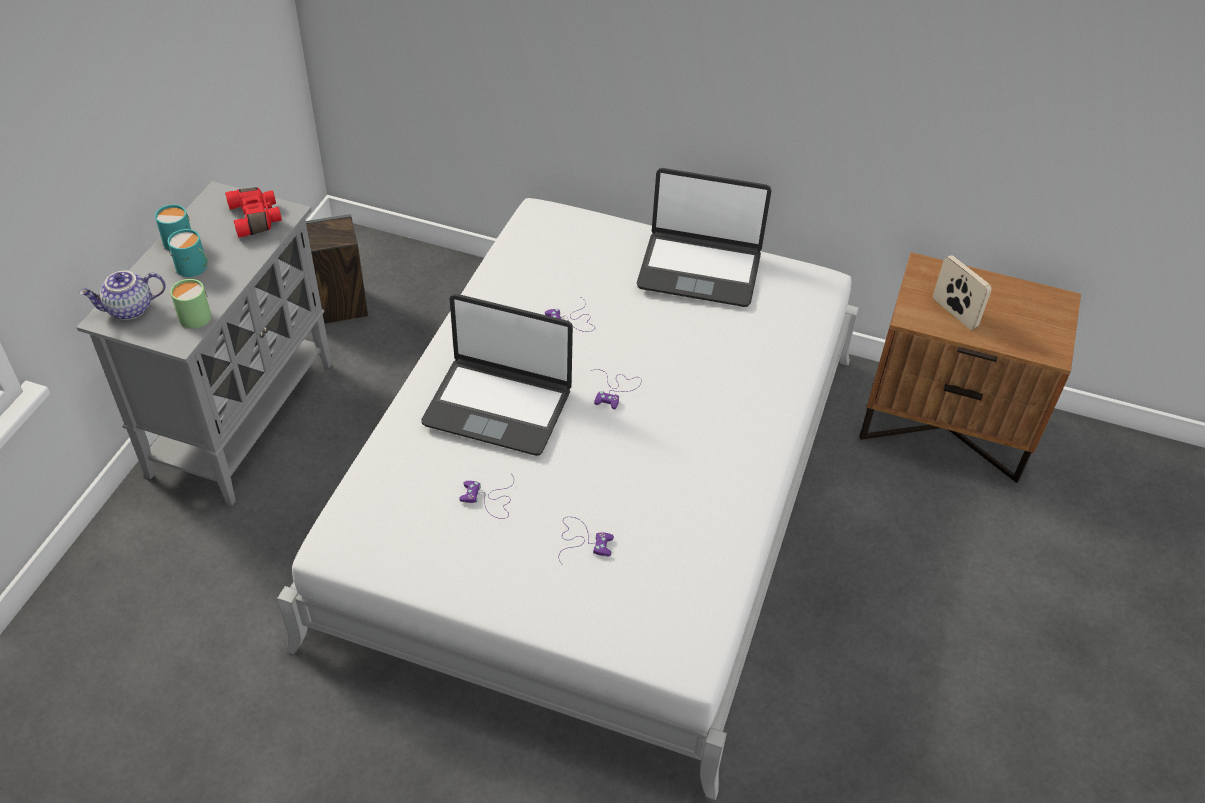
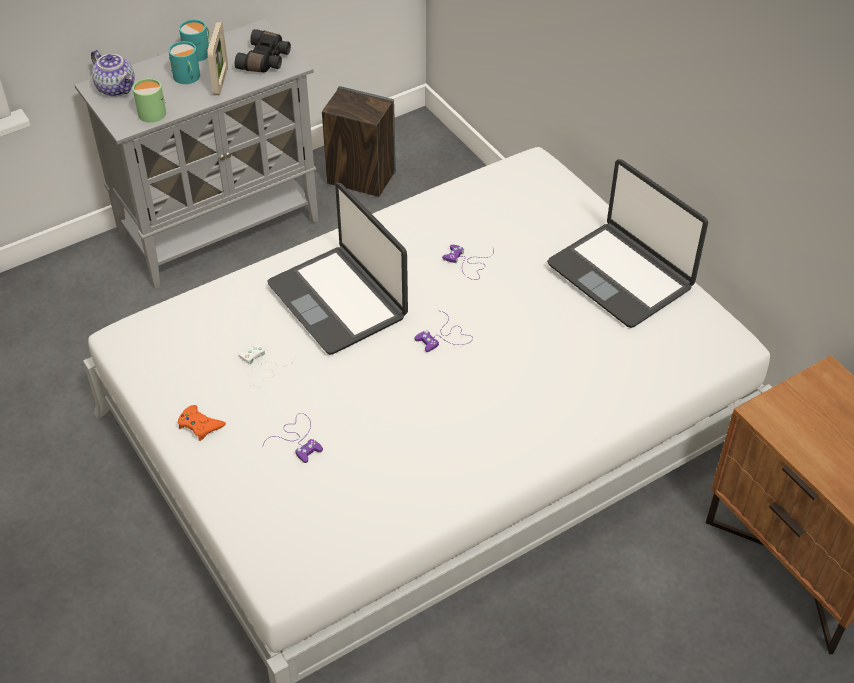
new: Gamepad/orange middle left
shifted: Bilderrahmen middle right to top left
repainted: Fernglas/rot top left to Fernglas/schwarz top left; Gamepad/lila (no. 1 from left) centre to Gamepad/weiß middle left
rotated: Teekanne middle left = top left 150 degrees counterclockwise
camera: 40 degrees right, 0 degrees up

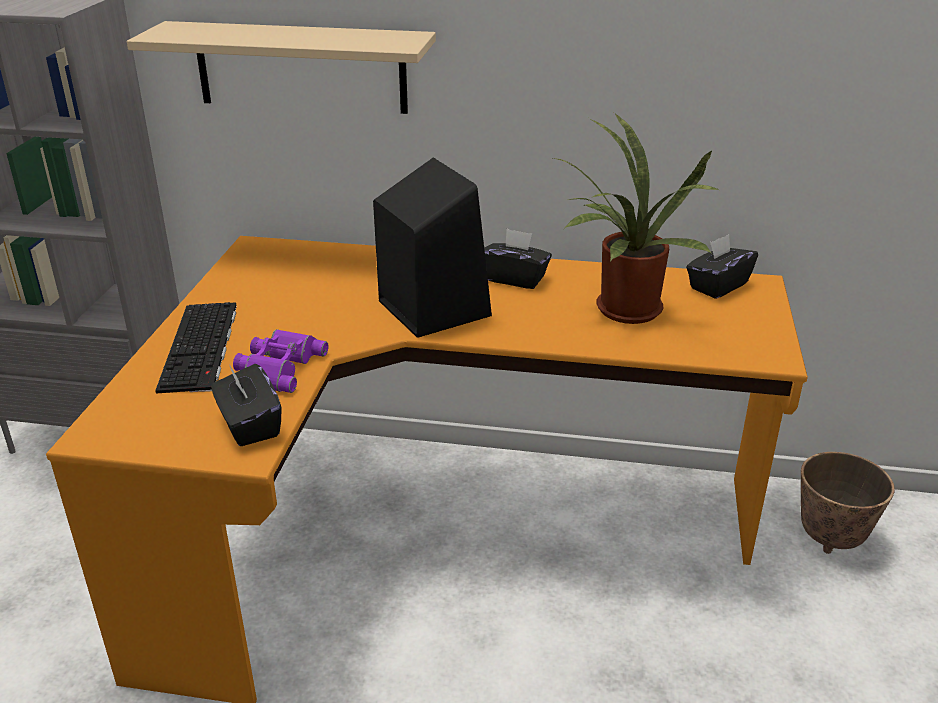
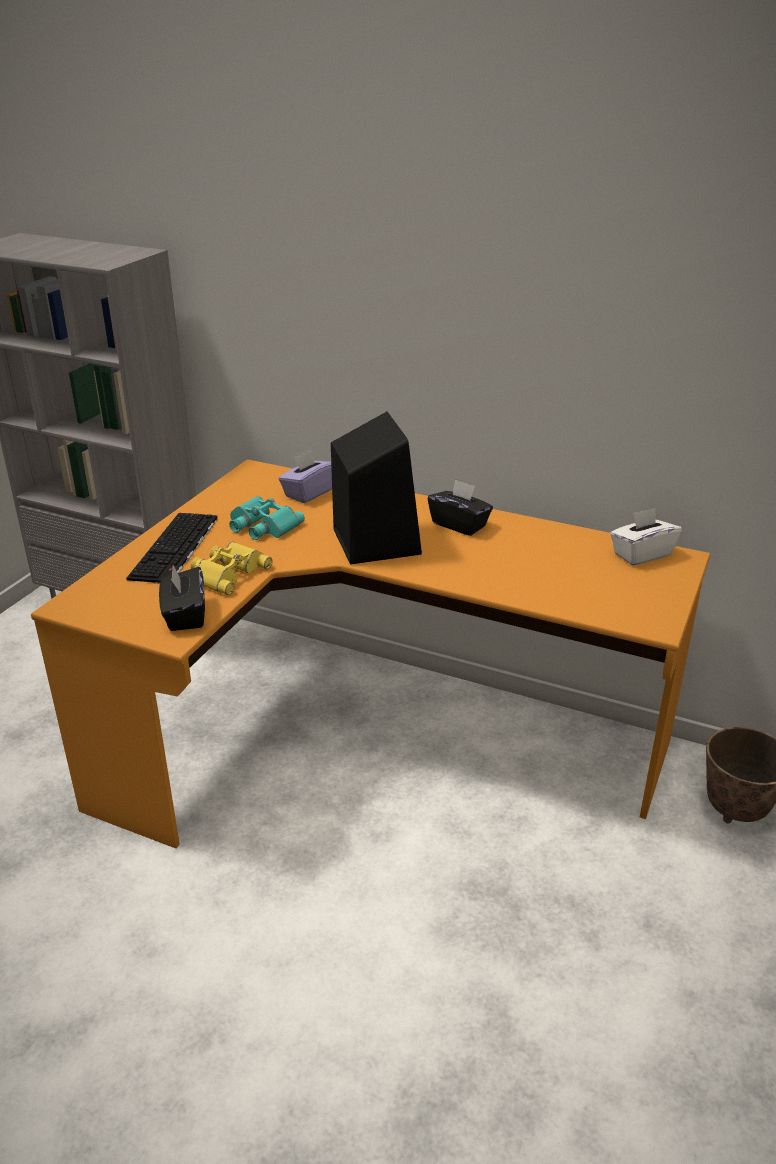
gone: Wandregal/beige top left; Topfpflanze top right
new: Fernglas/türkis centre; Taschentuchbox/lila centre
repainted: Fernglas/lila middle left to Fernglas/gelb middle left; Taschentuchbox/schwarz (no. 3 from left) middle right to Taschentuchbox/weiß middle right
camera: 15 degrees right, 0 degrees up

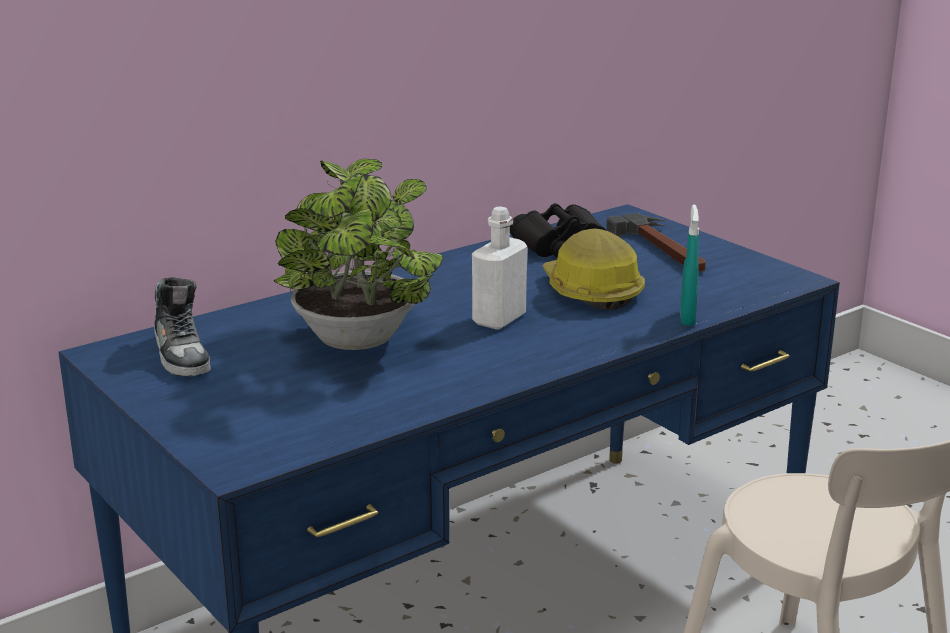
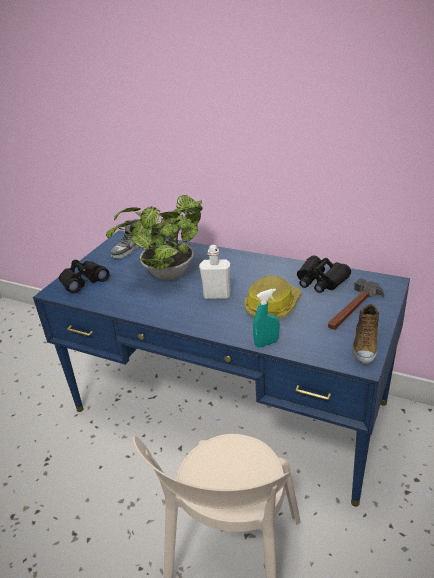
new: Fernglas/schwarz (no. 1 from left) middle left; Schuh (no. 2 from left) middle right
camera: 65 degrees right, 10 degrees up

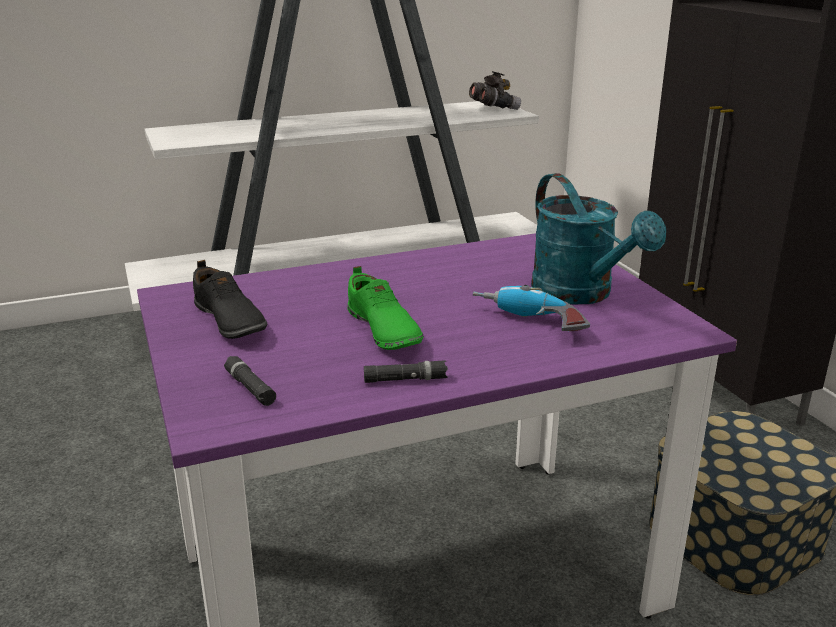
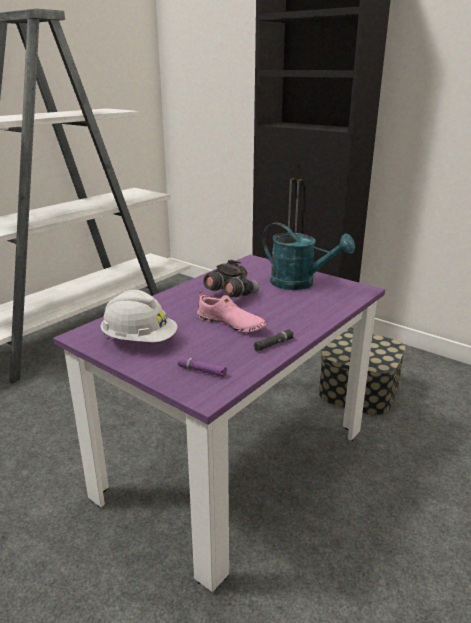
gone: Bohrmaschine centre
shifted: Fernglas/grau top centre to centre
swapped: Schuh/schwarz middle left to Schutzhelm/weiß middle left
repainted: Taschenlampe/schwarz (no. 1 from left) middle left to Taschenlampe/lila centre; Schuh/grün centre to Schuh/rosa centre
camera: 30 degrees left, 0 degrees up

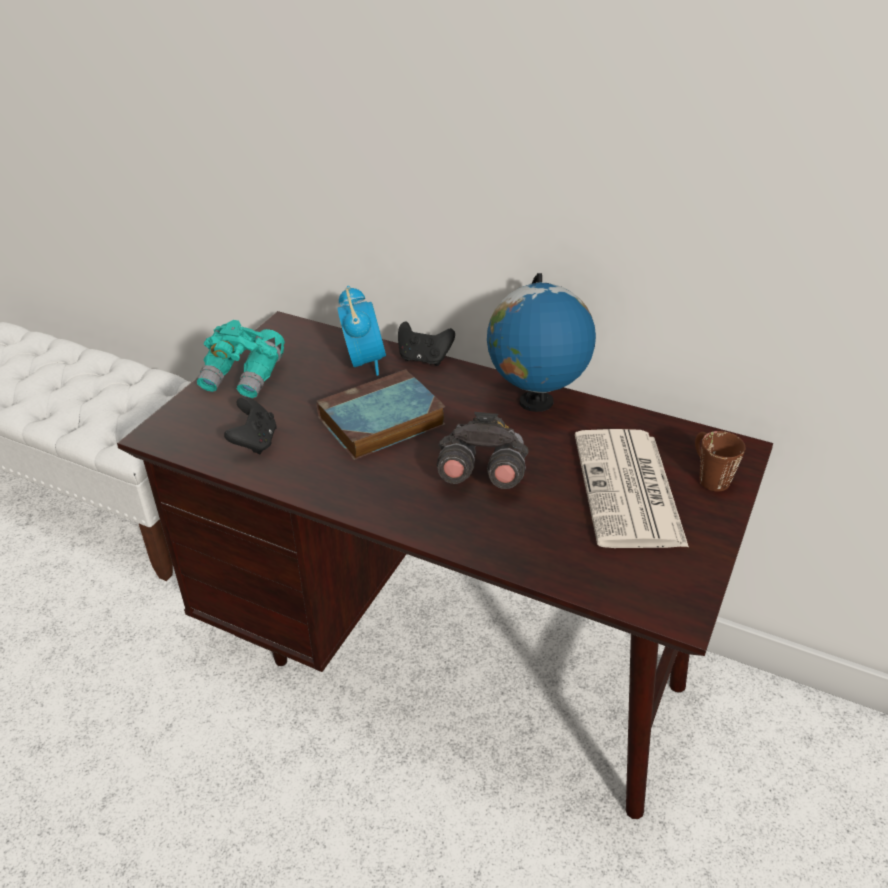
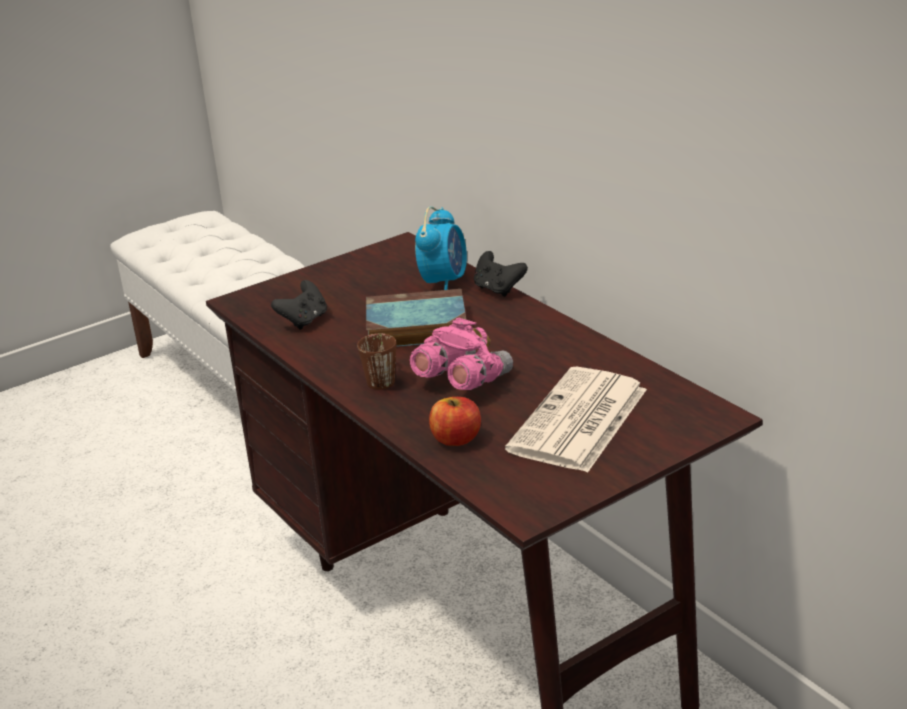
gone: Fernglas/türkis middle left; Globus centre
new: Apfel centre
shifted: Henkelbecher/braun middle right to centre
repainted: Fernglas/grau centre to Fernglas/rosa centre
camera: 30 degrees right, 10 degrees down

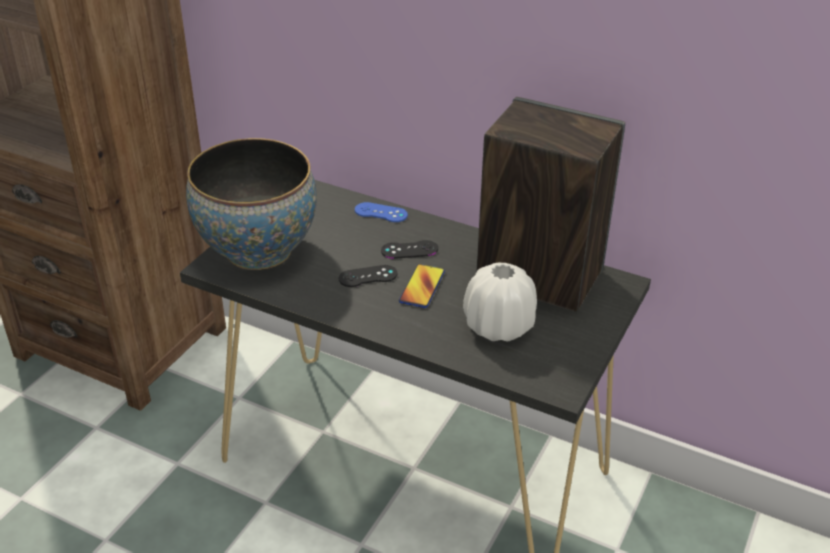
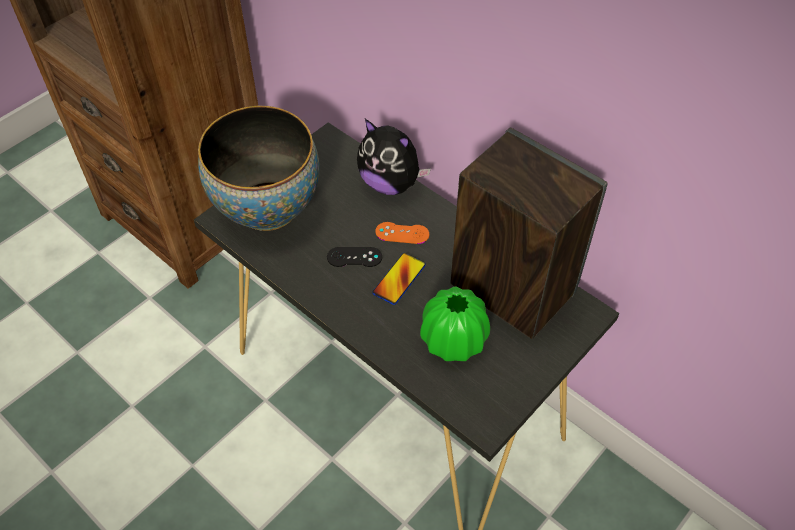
swapped: Gamepad/blau centre to Plüschtier top centre
repainted: Gamepad/schwarz (no. 2 from left) centre to Gamepad/orange centre; Vase/weiß centre to Vase/grün centre
camera: 15 degrees right, 15 degrees up

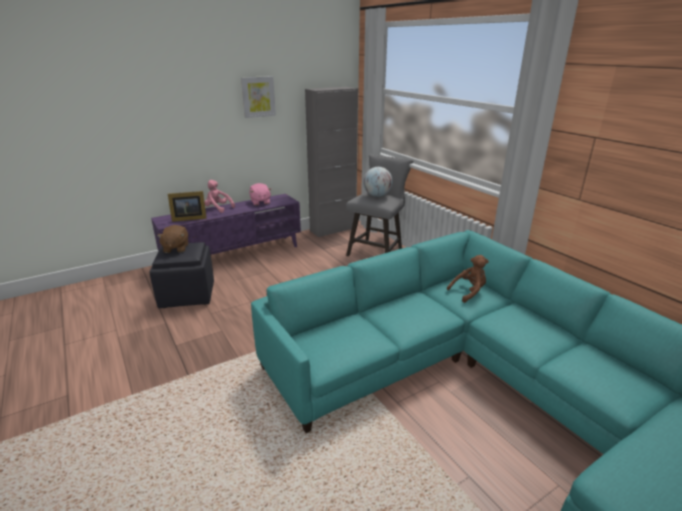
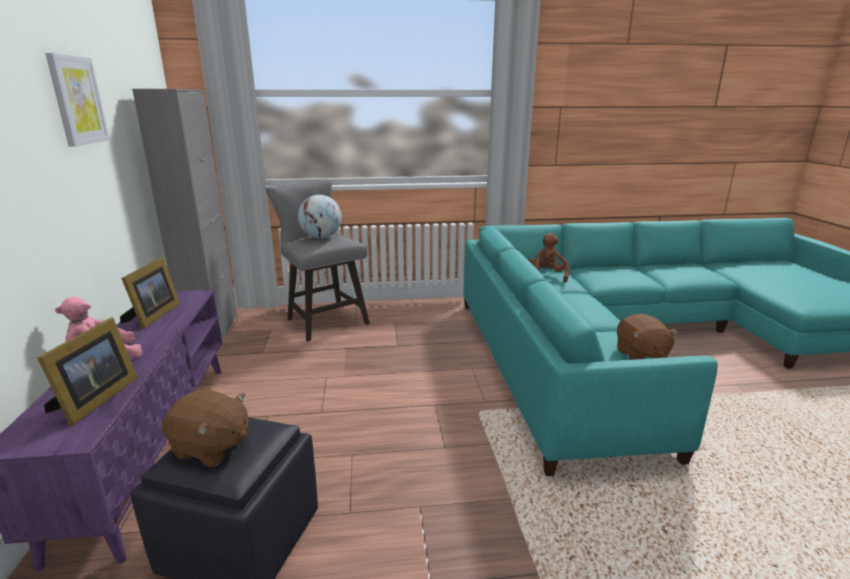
new: Plüschtier/braun (no. 3 from left) middle right
swapped: Plüschtier/rosa (no. 2 from left) centre to Bilderrahmen (no. 2 from left) middle left
camera: 65 degrees left, 5 degrees down

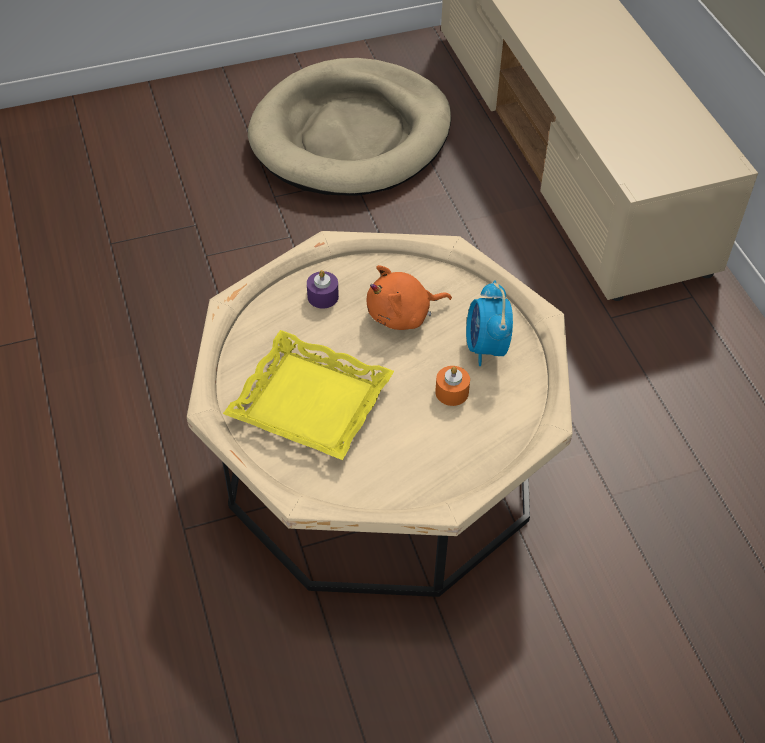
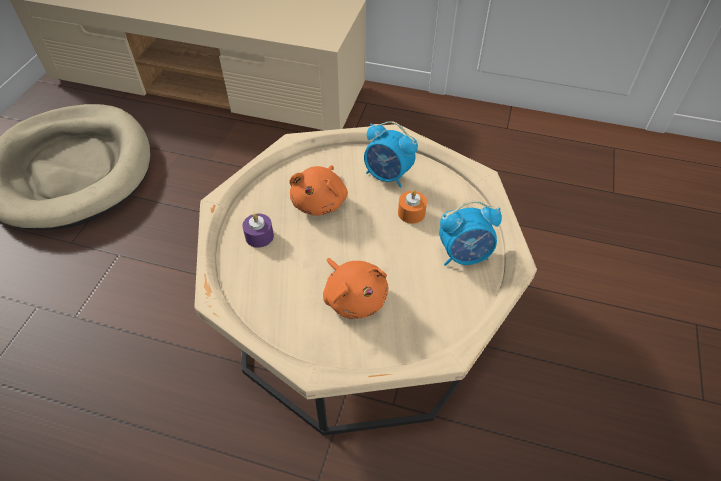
new: Wecker (no. 2 from left) centre
swapped: Tablett/gelb centre to Plüschtier/orange (no. 2 from left) centre
camera: 55 degrees left, 0 degrees up

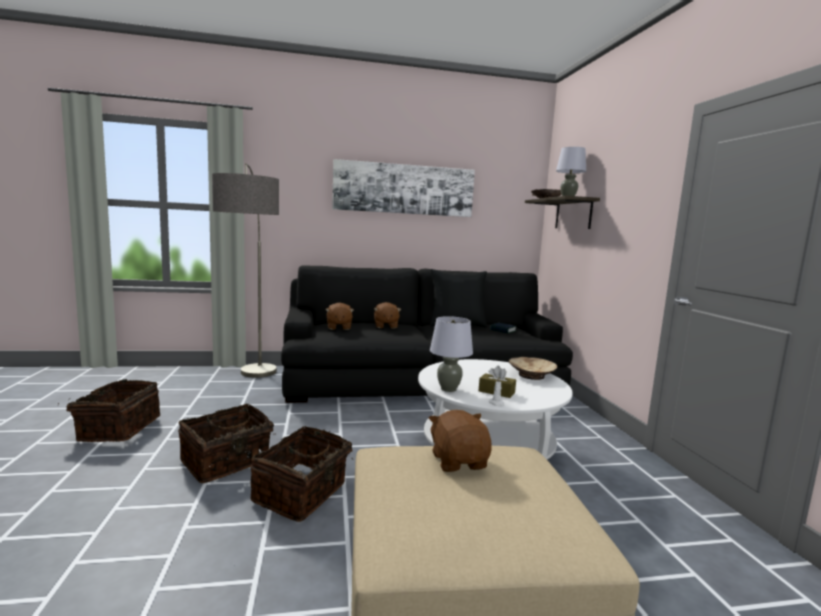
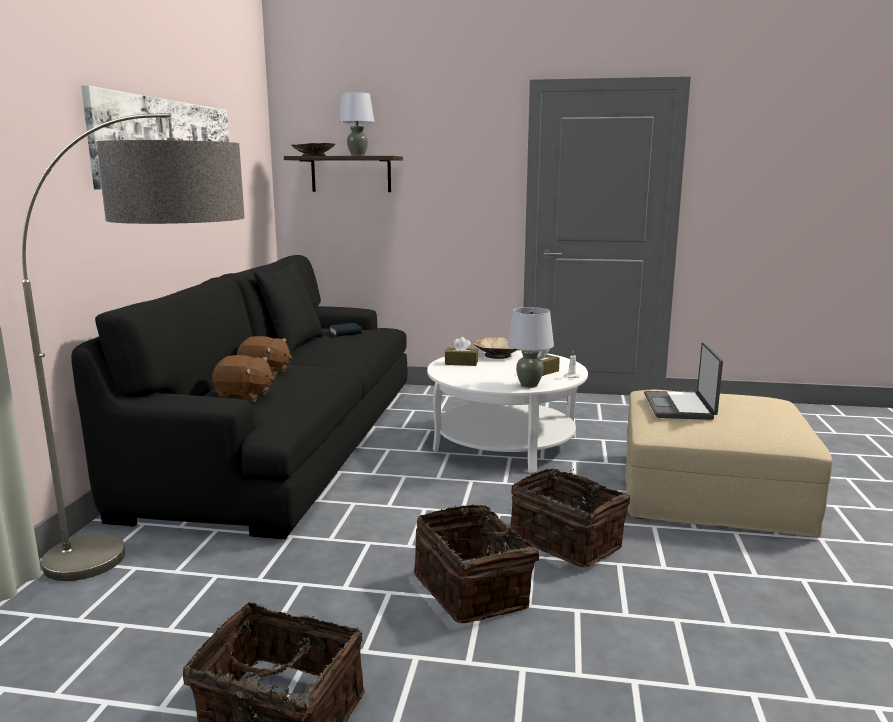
new: Taschentuchbox/braun (no. 1 from left) centre
swapped: Plüschtier/braun (no. 3 from left) bottom centre to Laptop middle right
camera: 70 degrees left, 5 degrees up

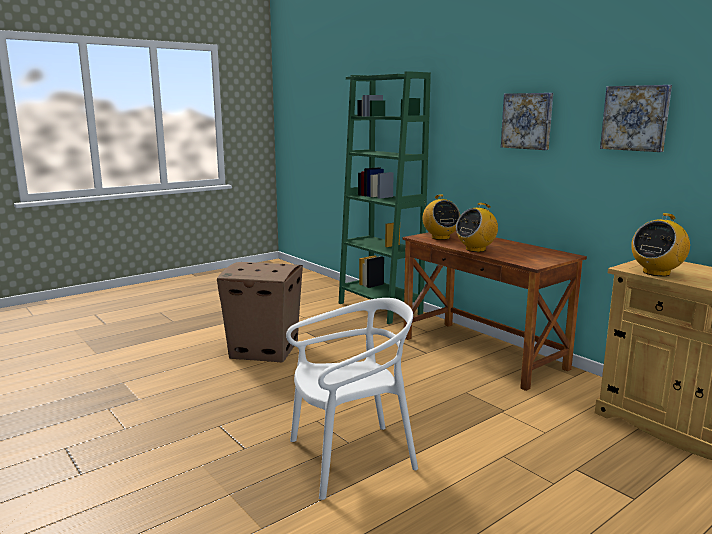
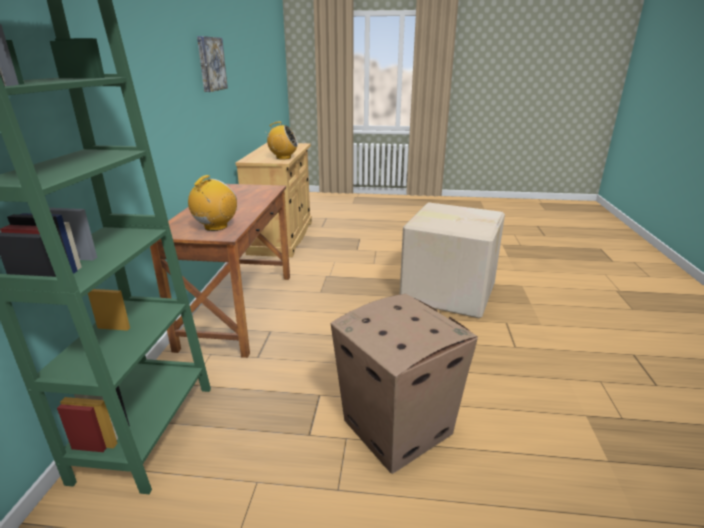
gone: Radio (no. 2 from left) middle right; Bild (no. 1 from left) top right
swapped: Stuhl/weiß bottom centre to Karton (no. 2 from left) centre
camera: 135 degrees left, 10 degrees up

